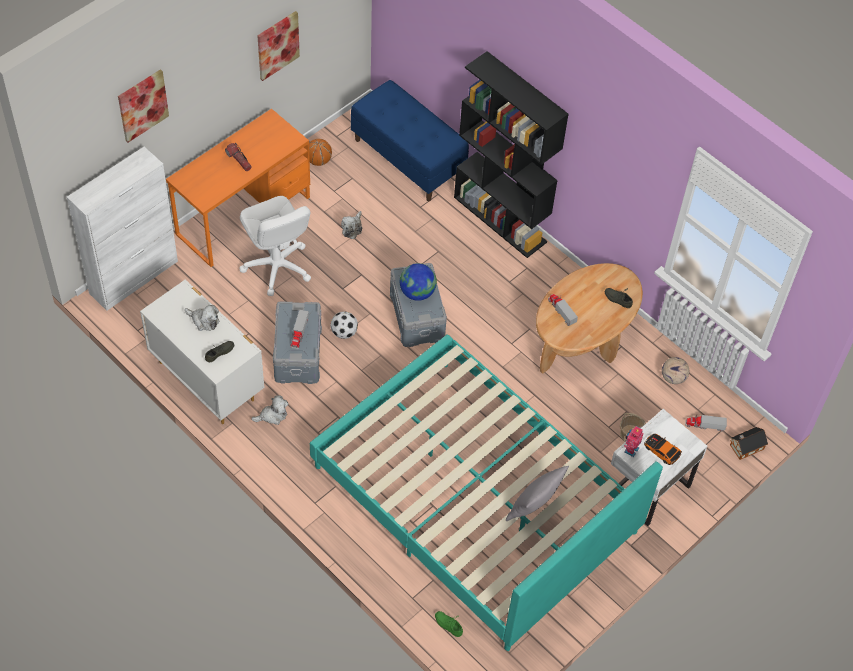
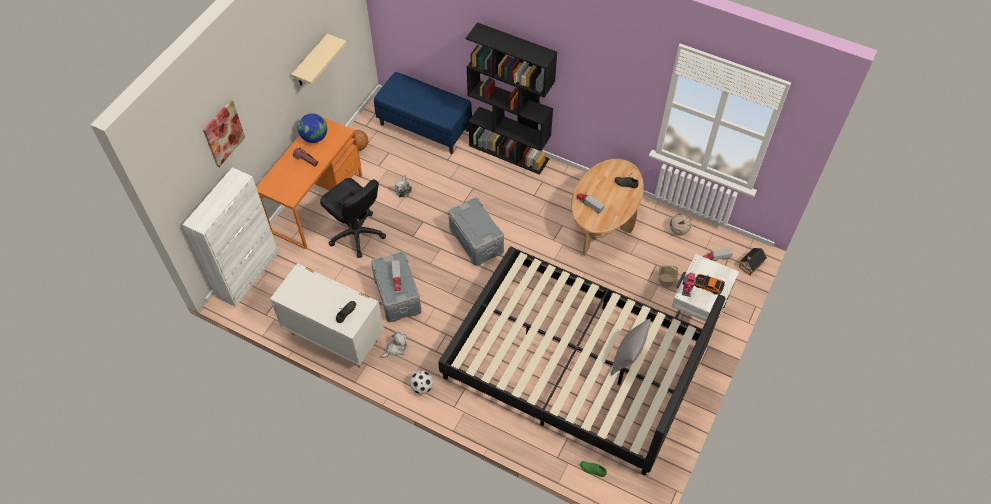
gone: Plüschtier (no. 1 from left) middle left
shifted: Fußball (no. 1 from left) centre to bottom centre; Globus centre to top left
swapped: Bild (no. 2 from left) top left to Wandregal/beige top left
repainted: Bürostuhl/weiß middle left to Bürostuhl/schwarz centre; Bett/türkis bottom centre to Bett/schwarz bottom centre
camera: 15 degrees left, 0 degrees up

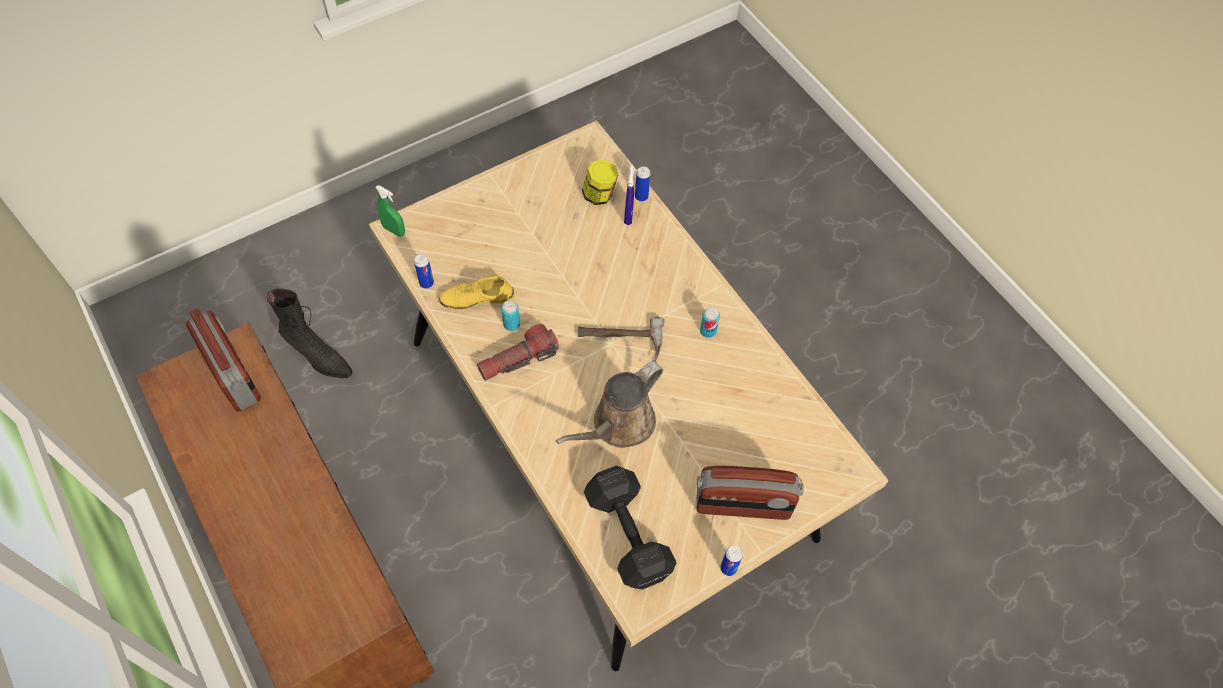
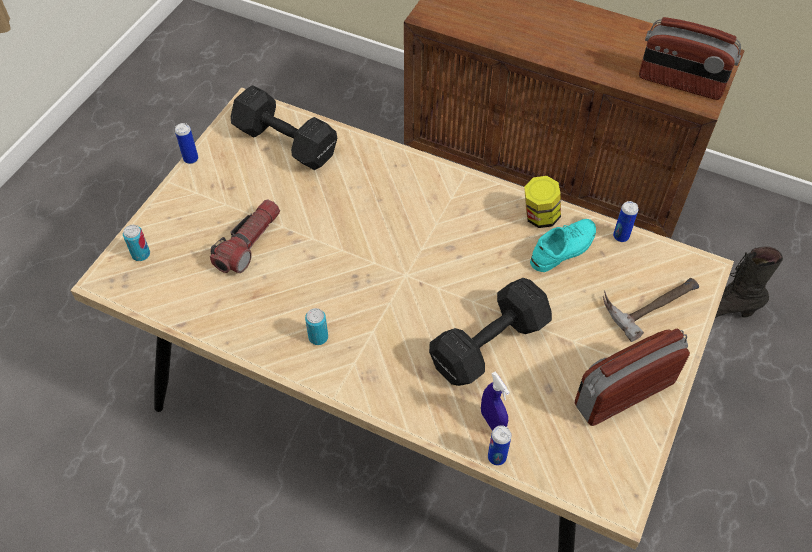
gone: Sprühflasche/grün top left; Gießkanne/braun centre
new: Hantel/schwarz (no. 2 from left) centre
shifted: Taschenlampe centre to middle left; Dose (no. 2 from left in the first image) centre to Dose (no. 1 from left) middle left; Hammer centre to middle right; Vorratsglas top centre to middle right; Radio (no. 2 from left in the first image) bottom centre to Radio (no. 1 from left) bottom right
repainted: Schuh/gelb centre to Schuh/türkis middle right
camera: 150 degrees right, 5 degrees down

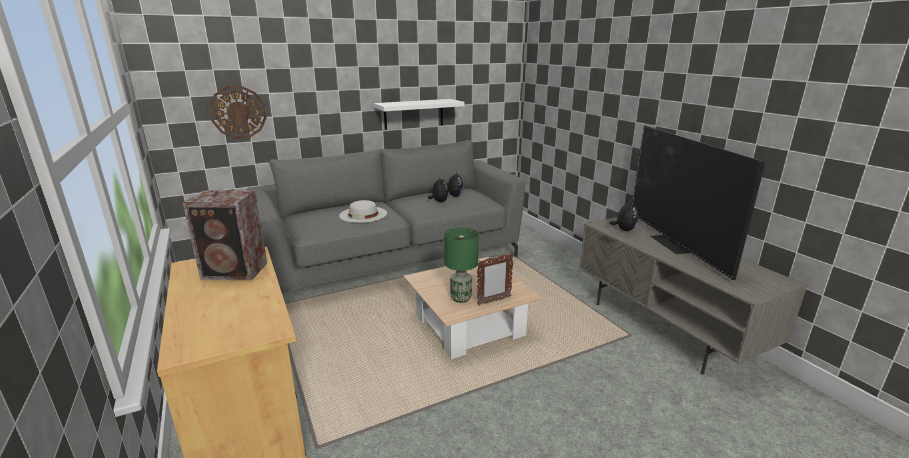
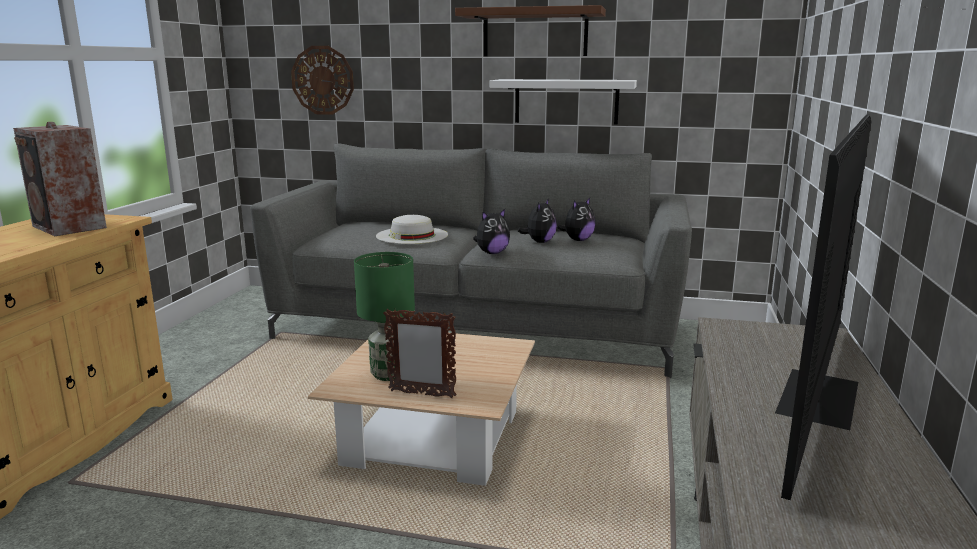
new: Wandregal/braun top centre
shifted: Plüschtier (no. 3 from left in the first image) middle right to Plüschtier (no. 1 from left) centre
camera: 40 degrees right, 5 degrees down

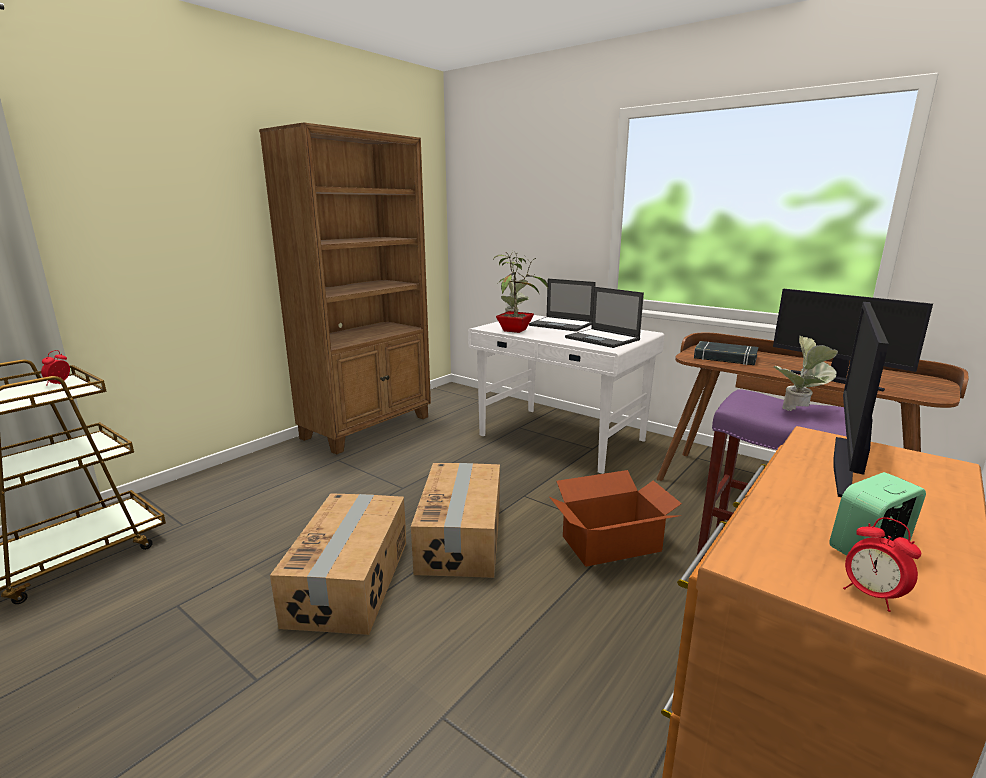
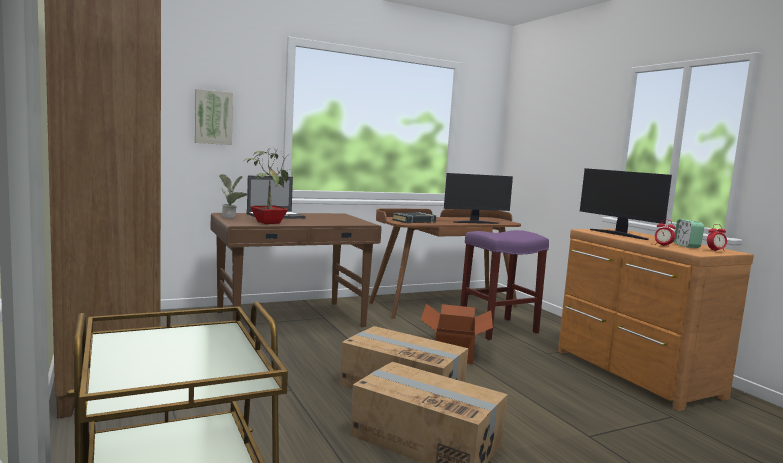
gone: Laptop (no. 2 from left) centre; Topfpflanze (no. 3 from left) middle right
new: Bild top left
shifted: Wecker (no. 1 from left) middle left to middle right
repainted: Schreibtisch/weiß centre to Schreibtisch/braun (no. 1 from left) centre
camera: 65 degrees left, 10 degrees down

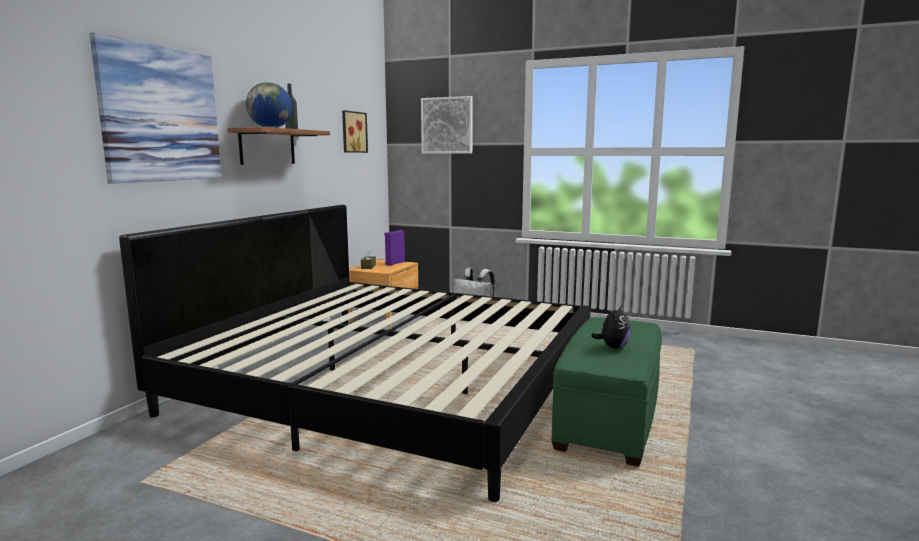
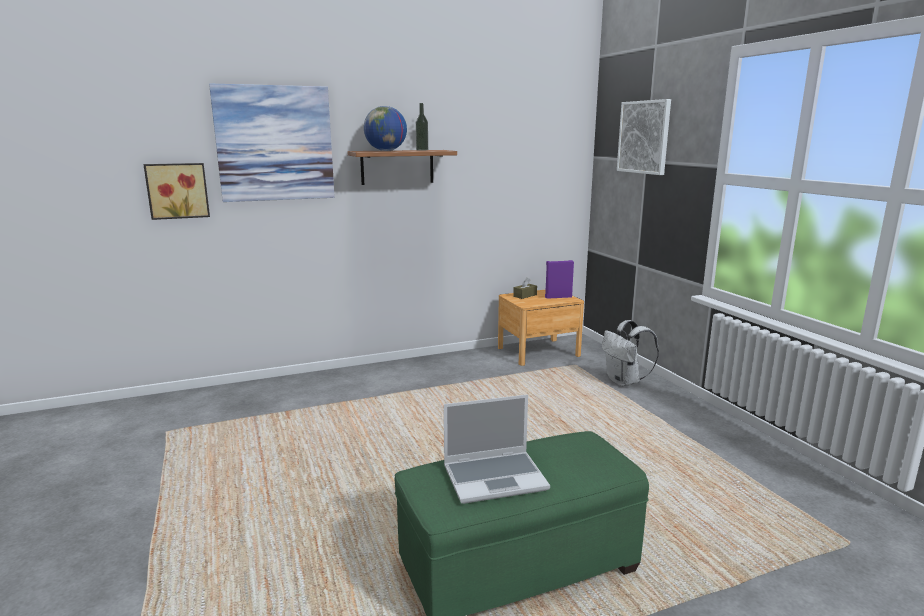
gone: Bett centre
shifted: Bild (no. 2 from left in the first image) top centre to Bild (no. 1 from left) top left
swapped: Plüschtier centre to Laptop bottom centre
camera: 45 degrees right, 5 degrees up

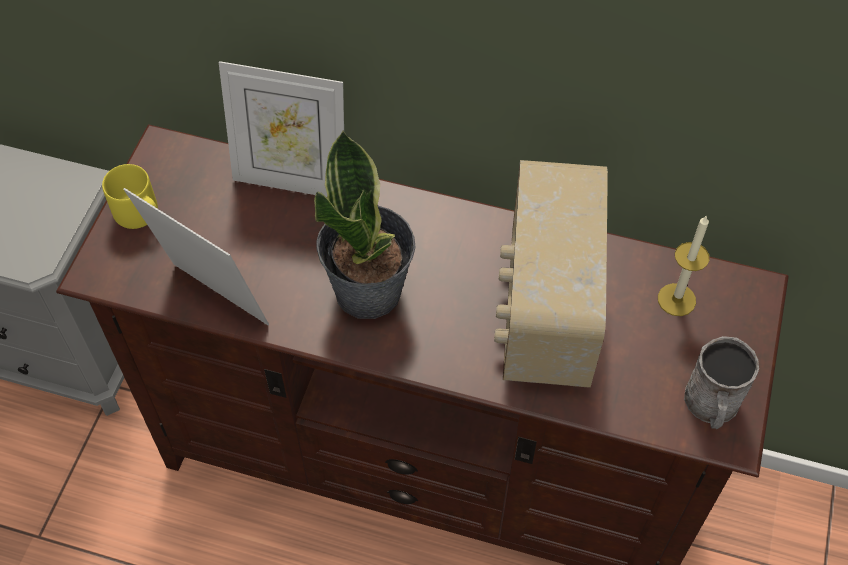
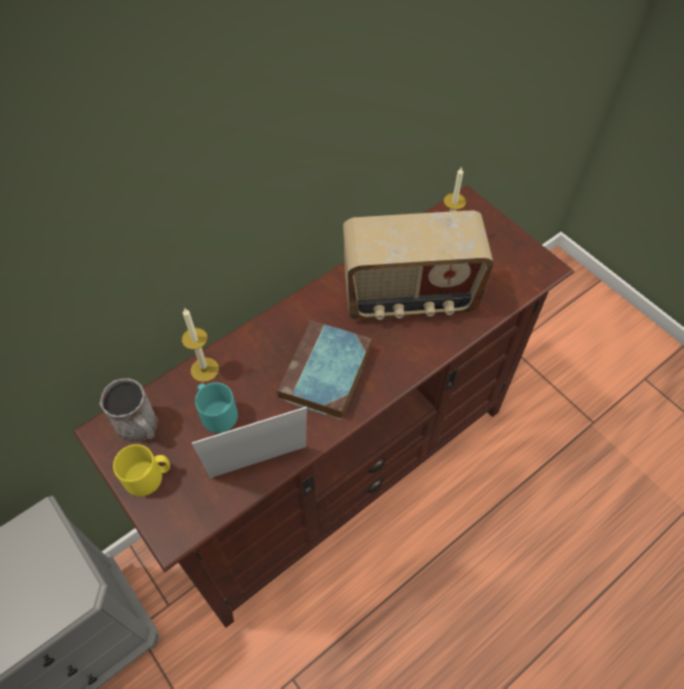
new: Henkelbecher/türkis middle left
shifted: Henkelbecher/grau bottom right to middle left
swapped: Bilderrahmen (no. 2 from left) top left to Kerze (no. 1 from left) middle left; Topfpflanze centre to Buch centre
rotated: Radio centre = centre 45 degrees counterclockwise
camera: 55 degrees left, 0 degrees up

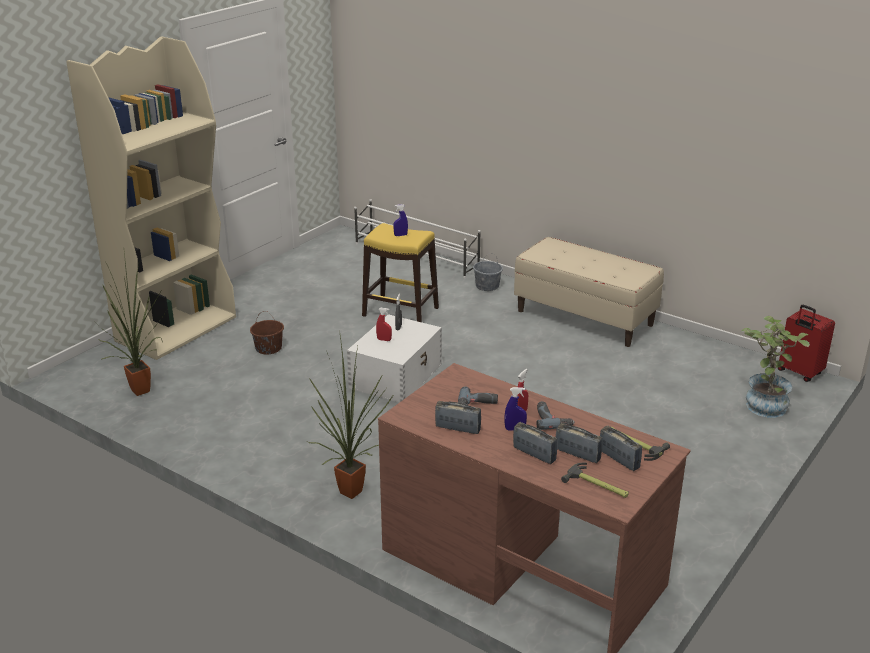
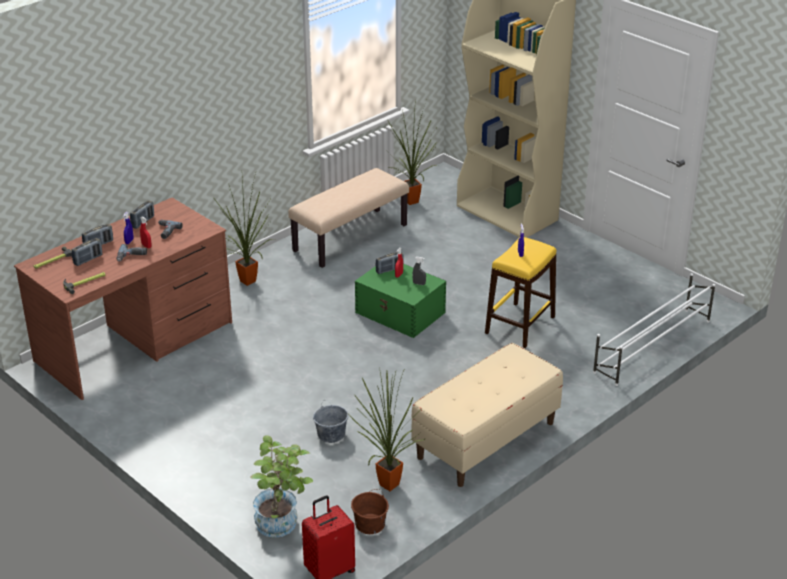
new: Bank/beige (no. 1 from left) centre; Topfpflanze (no. 3 from left) bottom centre
shifted: Eimer/braun middle left to bottom centre; Eimer/grau centre to bottom centre; Radio (no. 4 from left) bottom right to centre
repainted: Aufbewahrungsbox/weiß centre to Aufbewahrungsbox/grün centre
camera: 100 degrees right, 5 degrees up

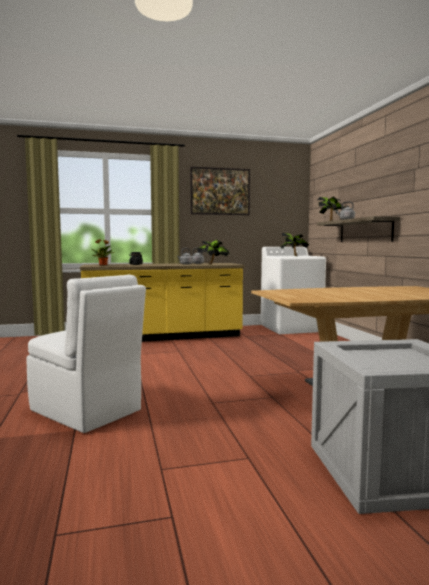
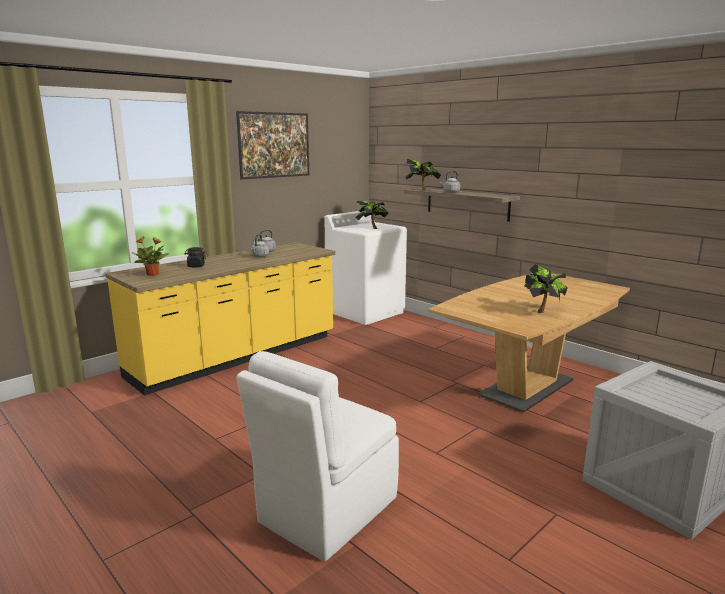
shifted: Topfpflanze (no. 2 from left in the first image) centre to Topfpflanze (no. 4 from left) middle right
rotated: Stuhl/weiß middle left = bottom centre 120 degrees clockwise
camera: 30 degrees left, 10 degrees up

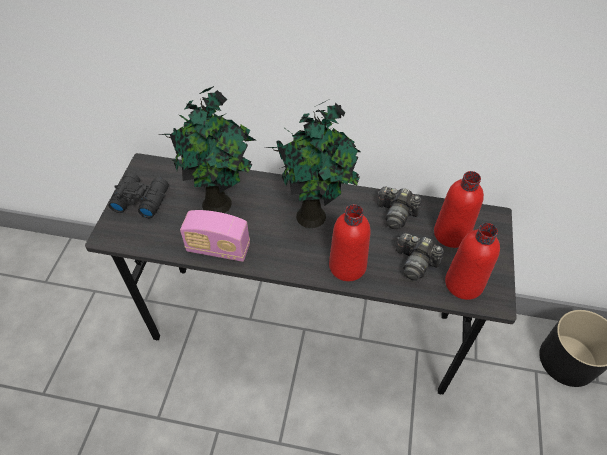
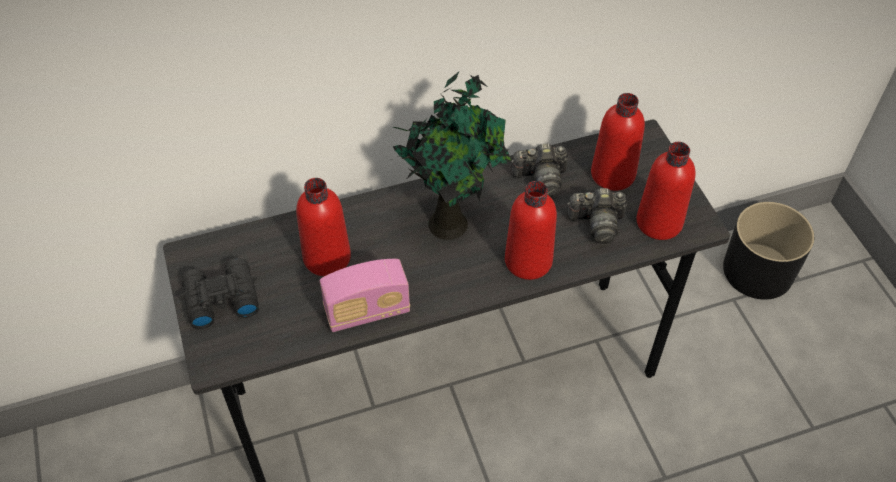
swapped: Topfpflanze (no. 1 from left) top centre to Flasche/rot (no. 1 from left) centre
camera: 30 degrees left, 0 degrees up

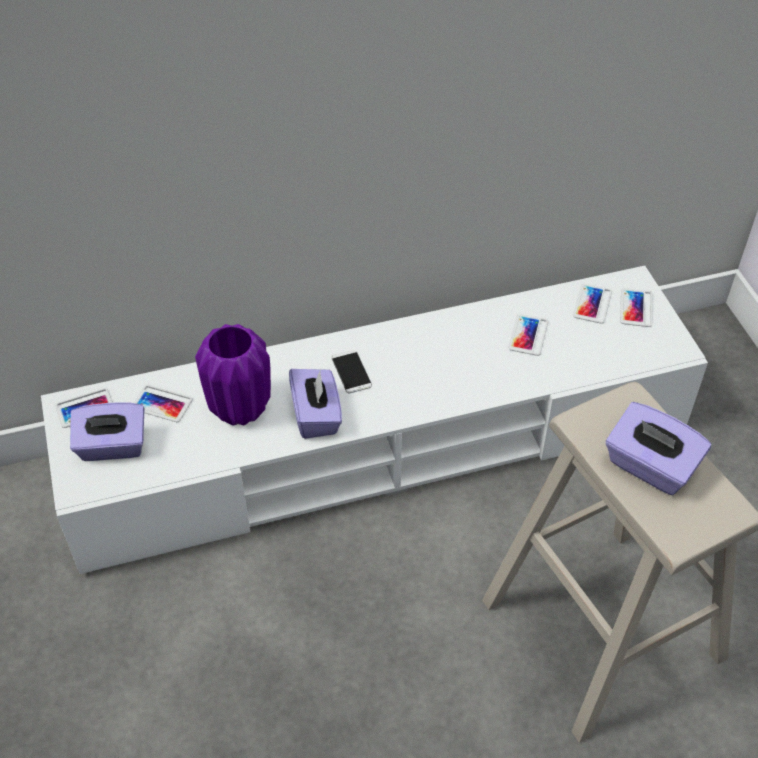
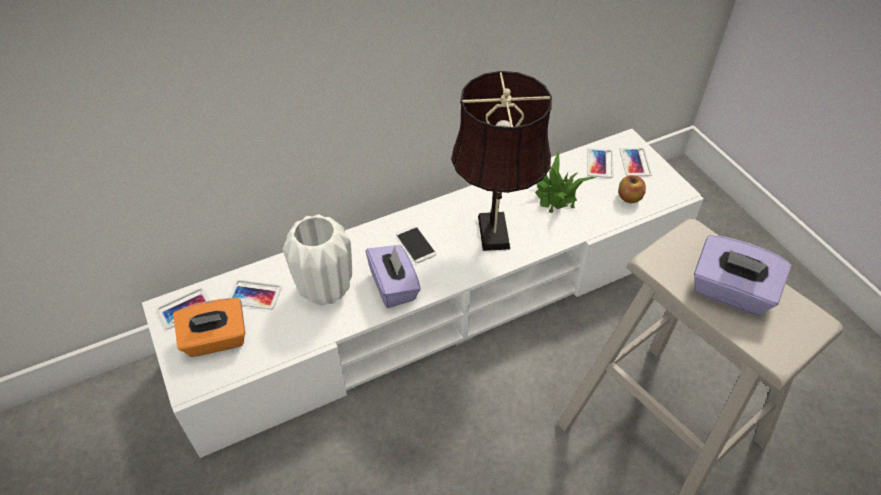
new: Tischlampe/braun top centre; Apfel middle right
swapped: Handy (no. 4 from left) middle right to Topfpflanze centre
repainted: Taschentuchbox/lila (no. 1 from left) middle left to Taschentuchbox/orange middle left; Vase/lila middle left to Vase/weiß centre
camera: 10 degrees left, 0 degrees up

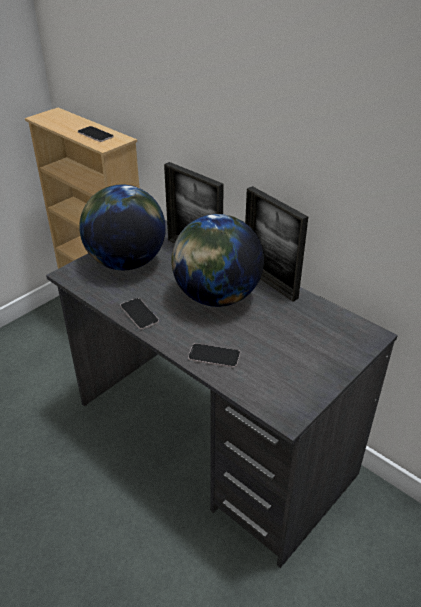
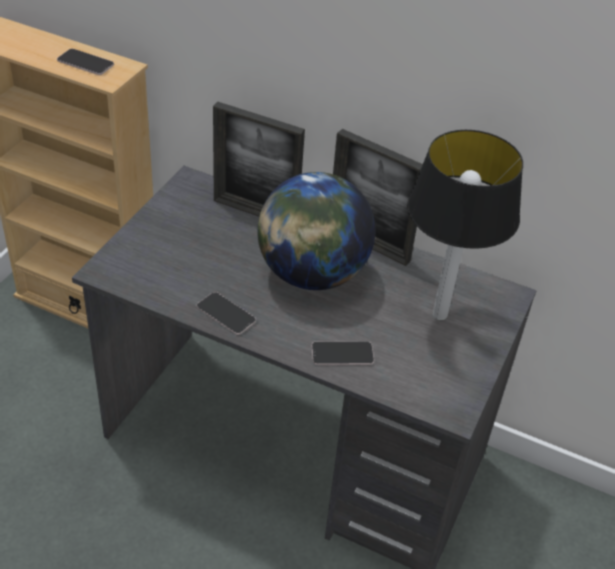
gone: Globus (no. 1 from left) middle left
new: Tischlampe middle right
camera: 20 degrees left, 5 degrees up

